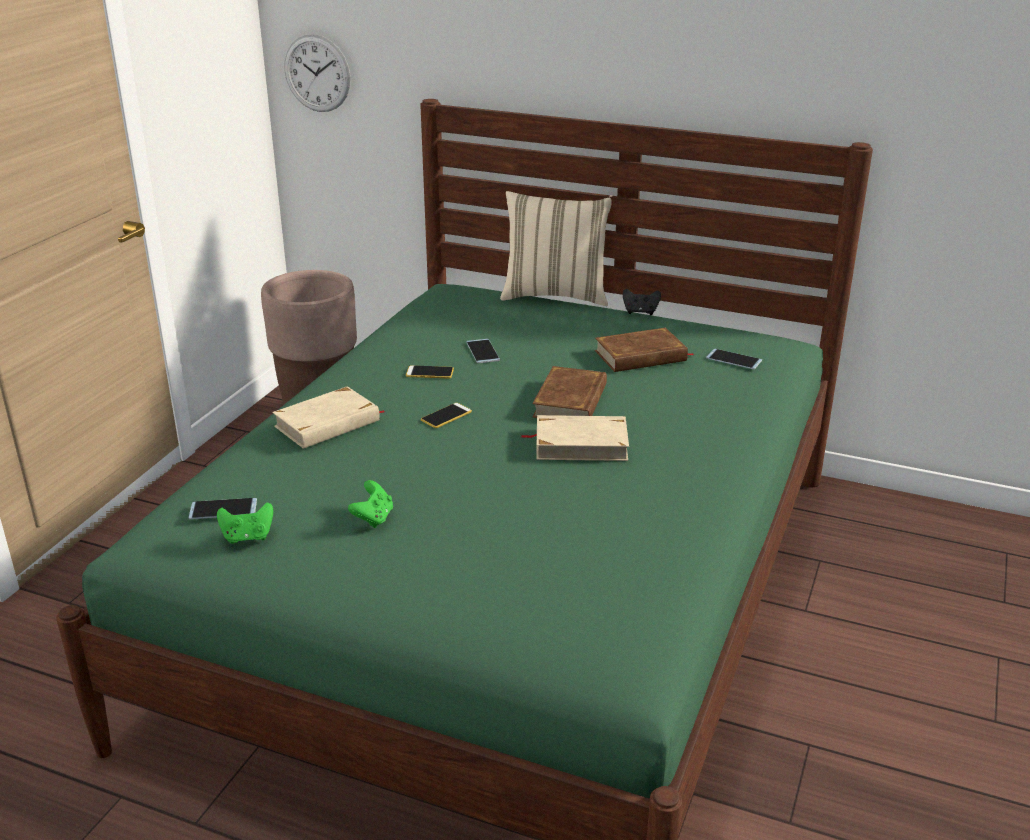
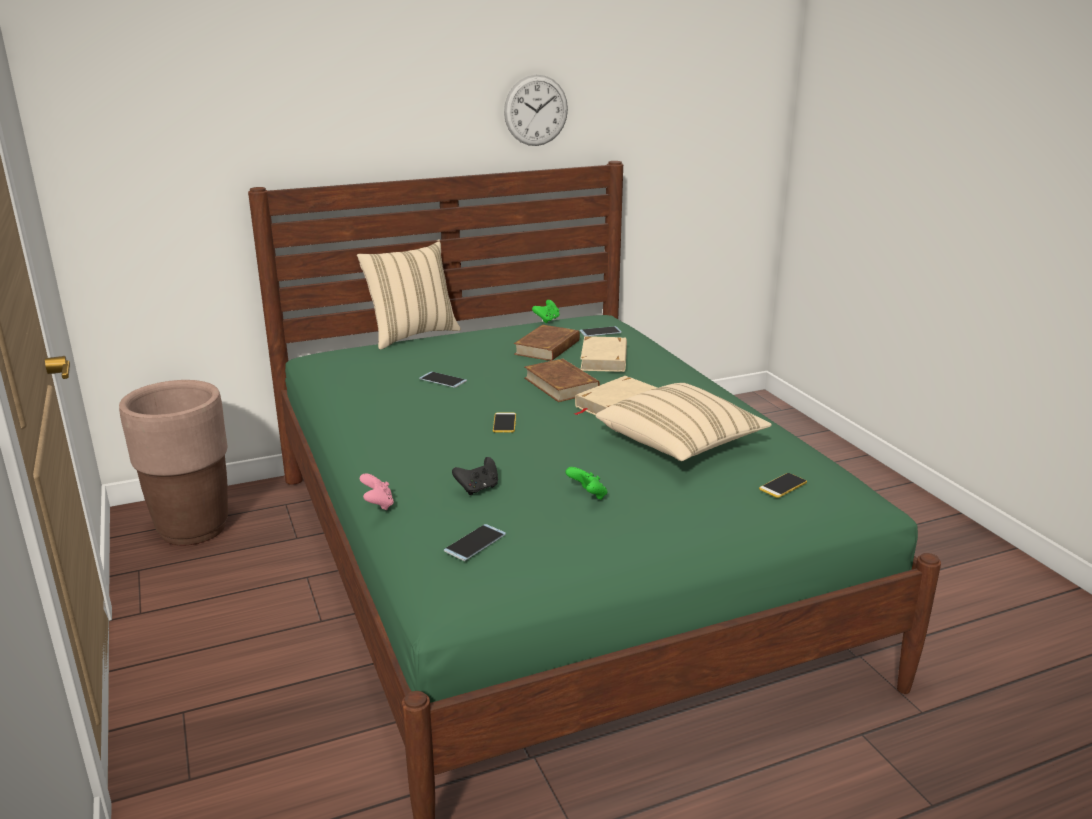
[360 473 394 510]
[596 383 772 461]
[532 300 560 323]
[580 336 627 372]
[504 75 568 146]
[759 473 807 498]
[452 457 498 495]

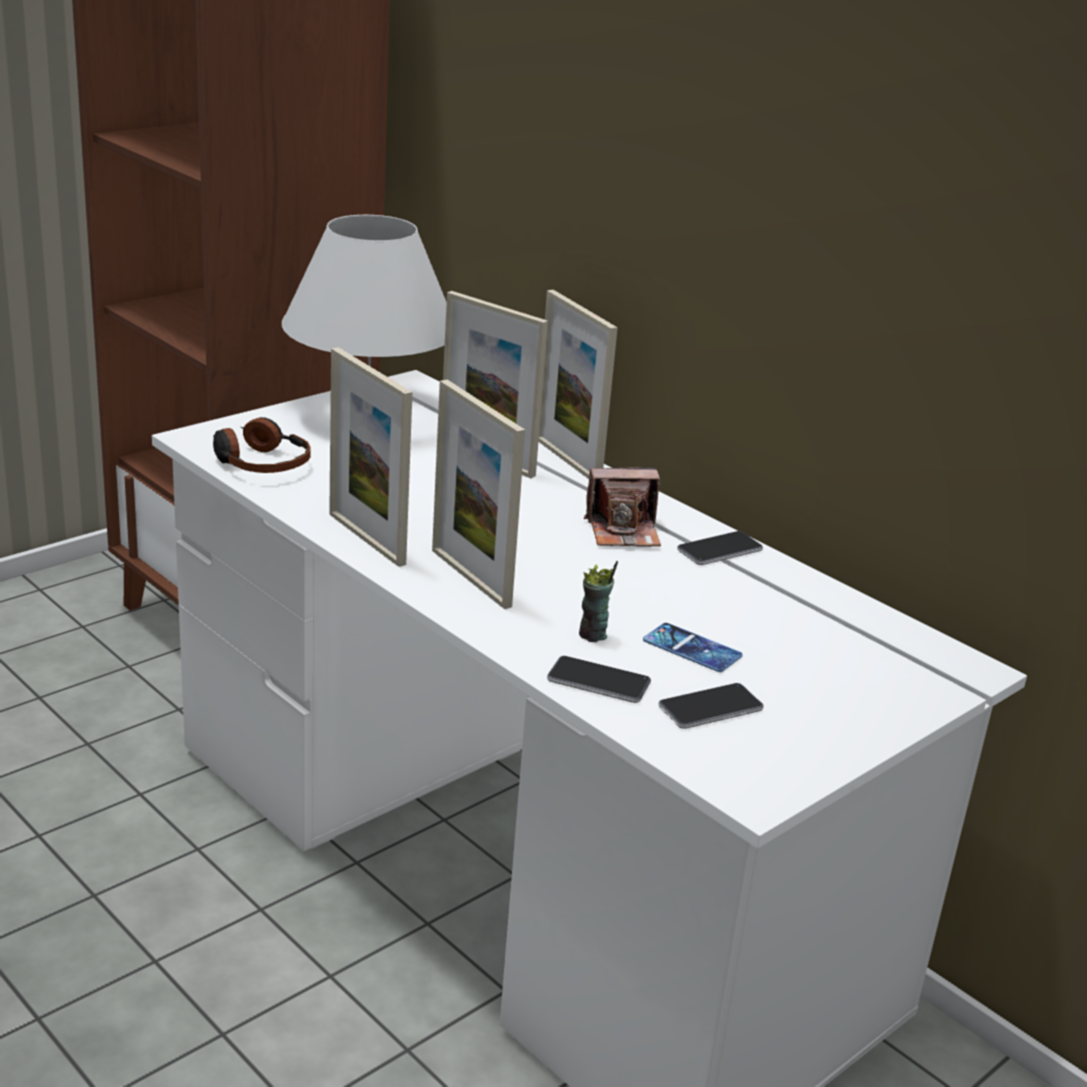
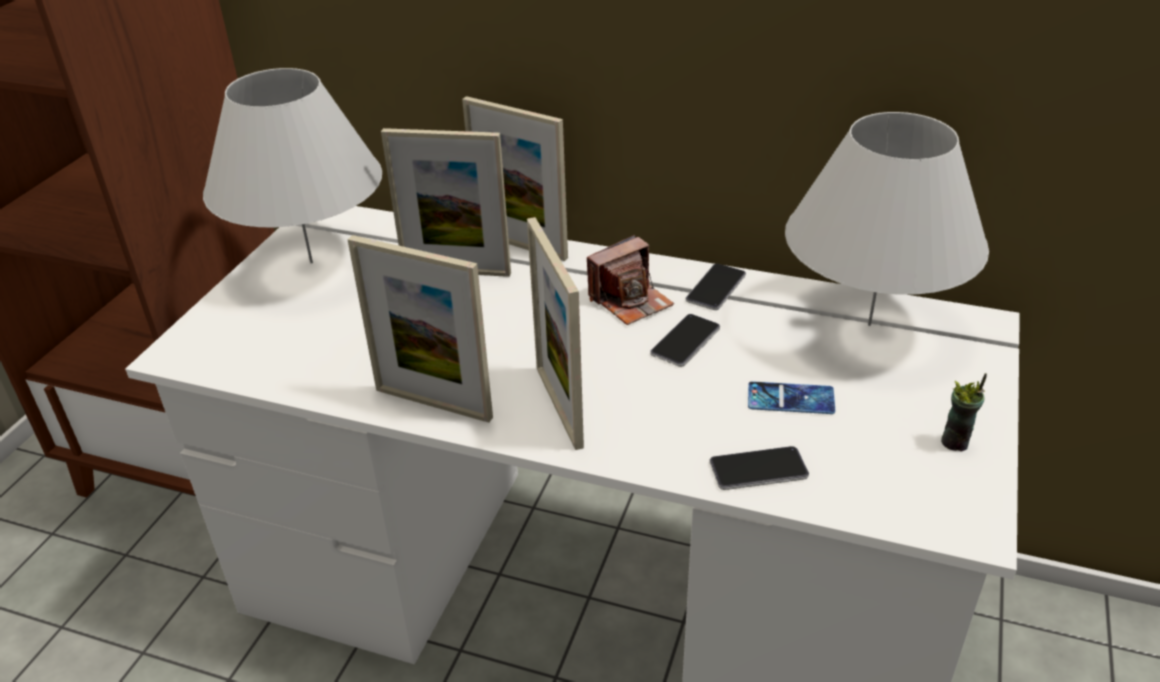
[213 417 311 473] (first image)
[785 112 989 326]
[941 373 987 452]
[650 314 720 367]
[527 217 584 450]

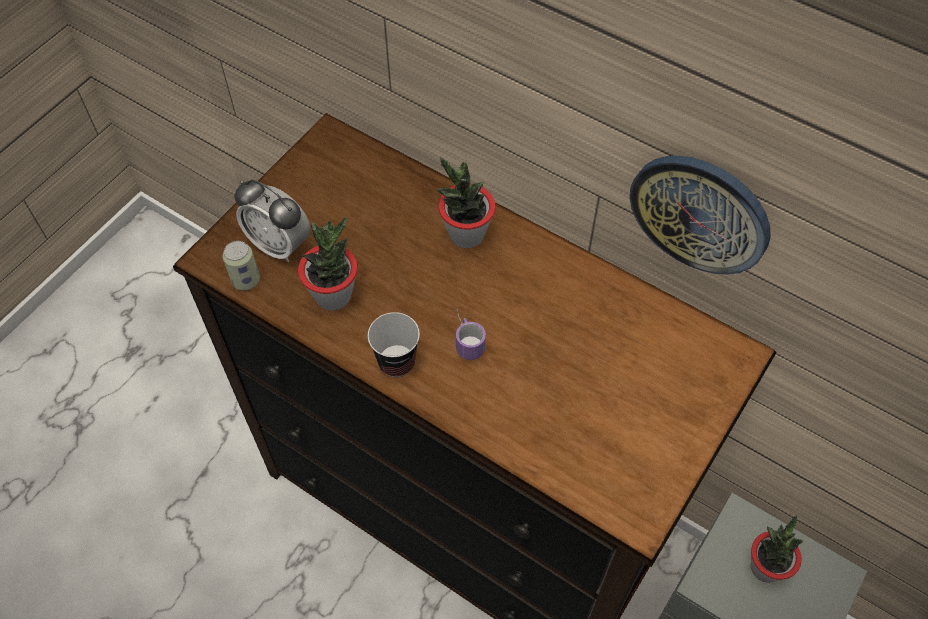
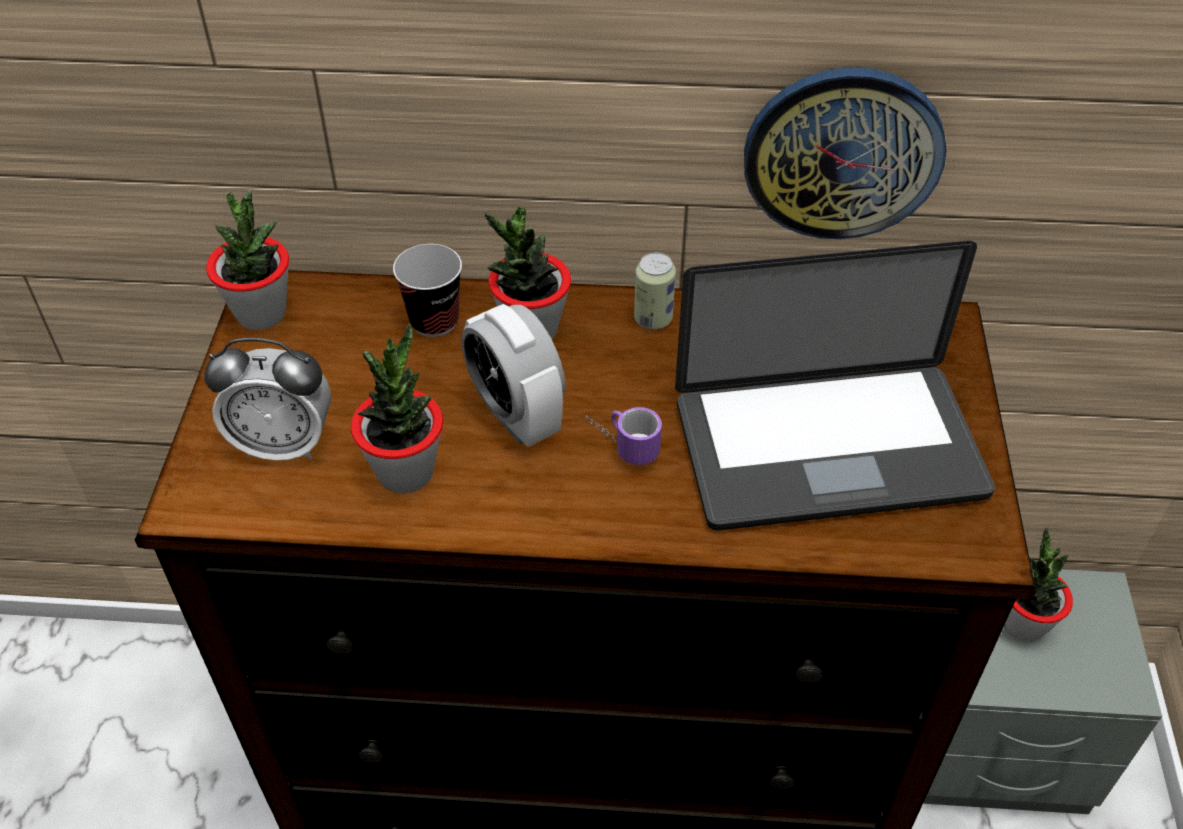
[206 190 289 330]
[461 304 565 447]
[675 240 995 530]
[634 253 676 329]
[393 244 462 337]

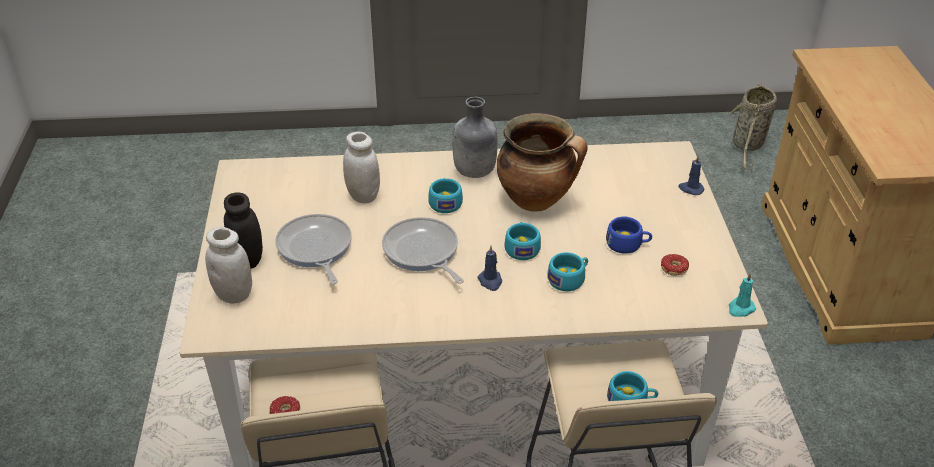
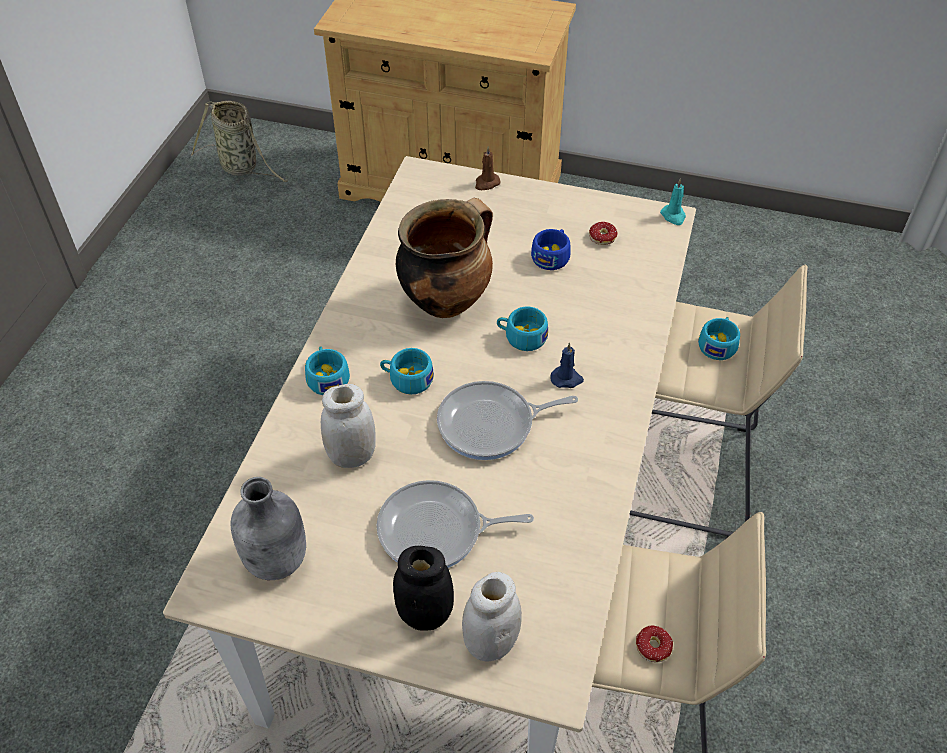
[230 477 306 580]
[305 346 350 395]
[475 146 501 190]

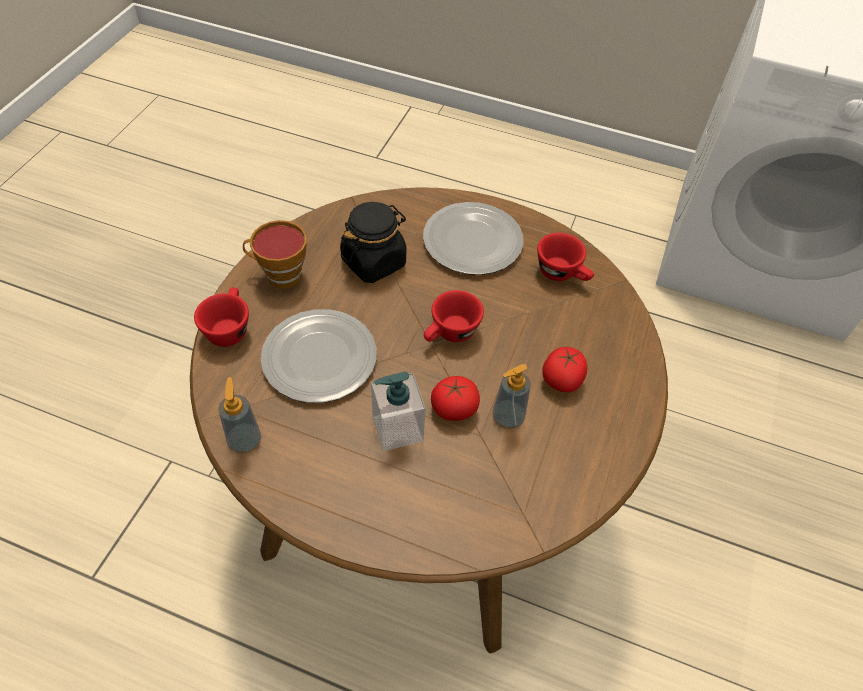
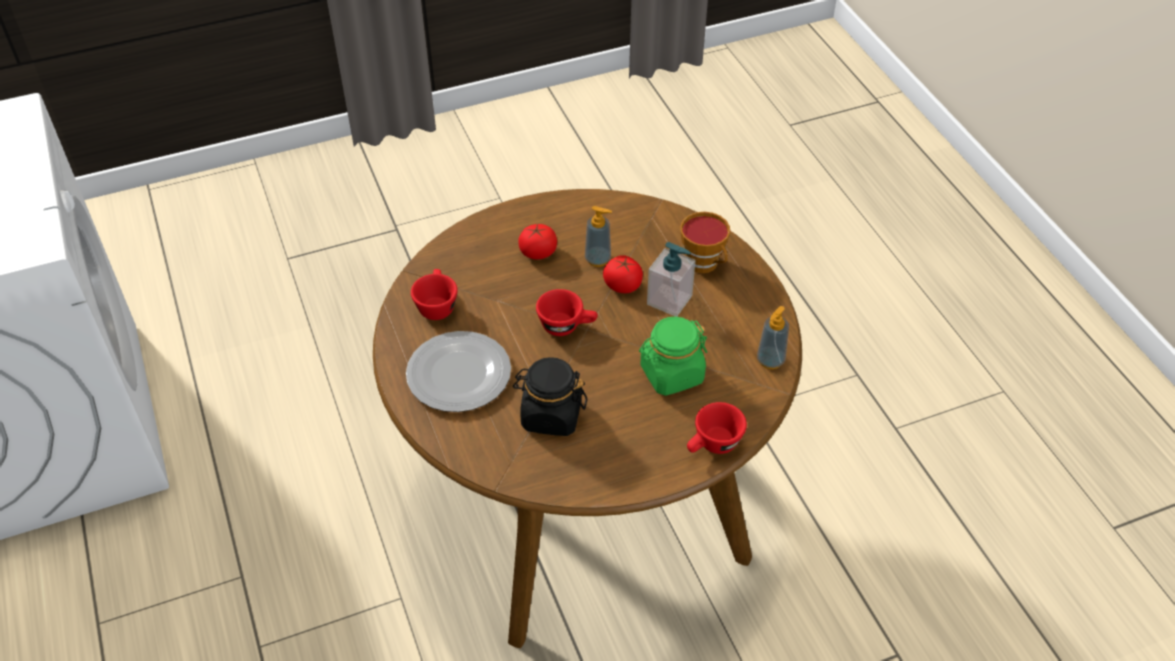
[680 212 730 273]
[639 317 707 396]

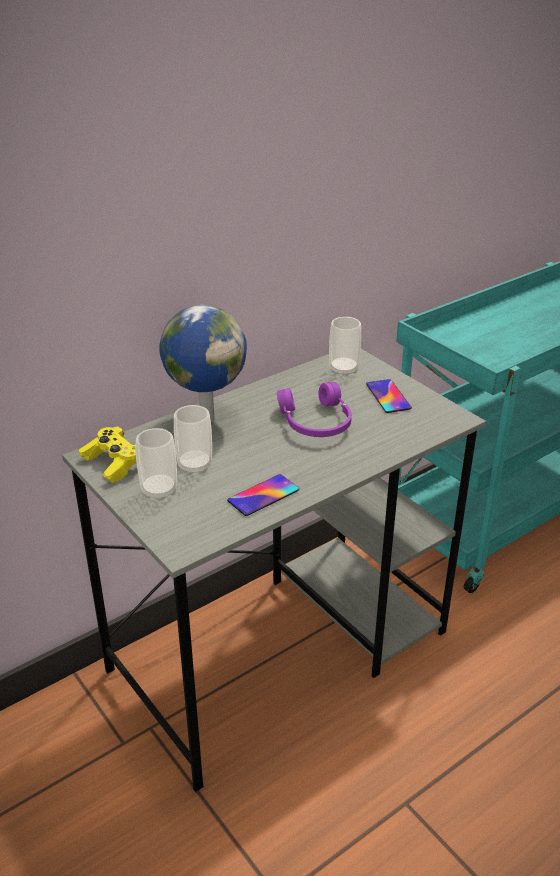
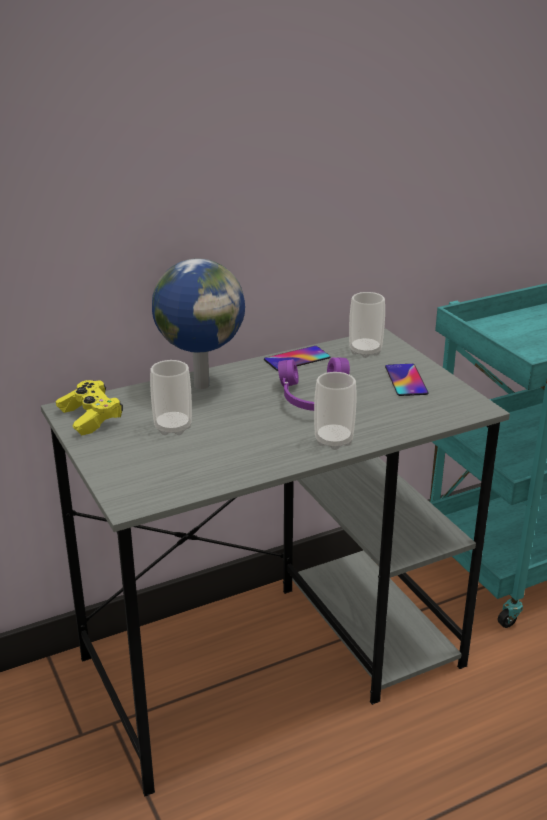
[314 372 356 450]
[264 346 330 371]

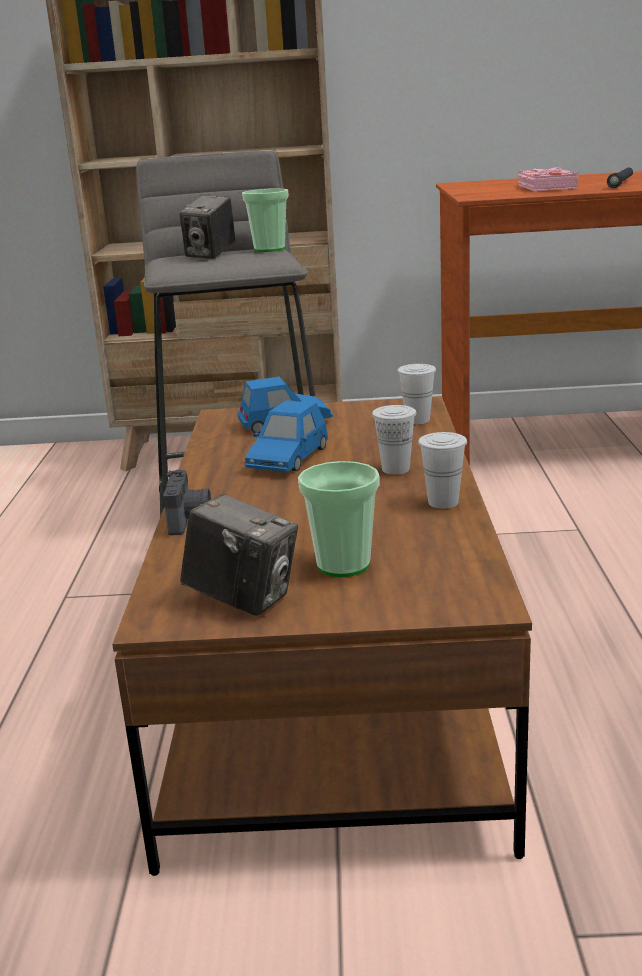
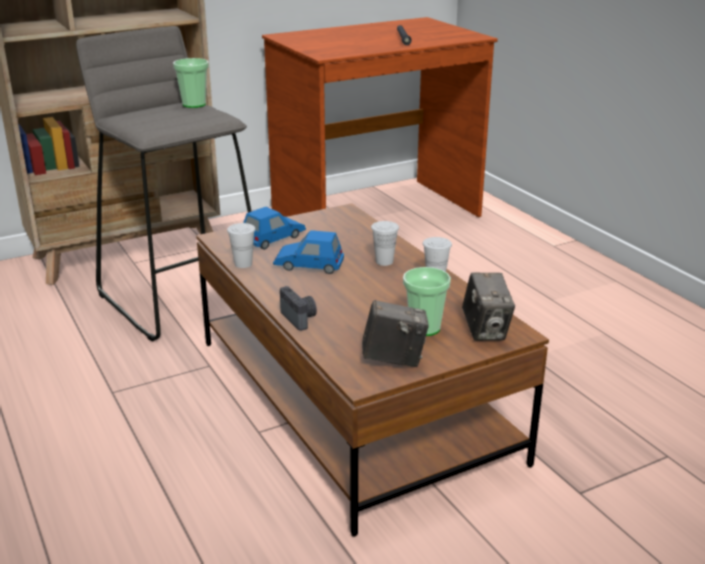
[518 167 579 191] (first image)
[462 273 515 341]
[227 223 255 268]
[273 230 344 274]

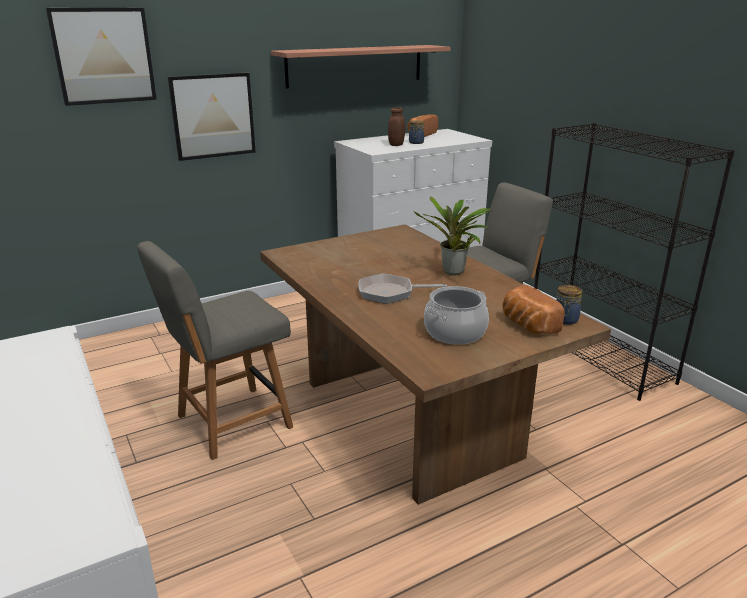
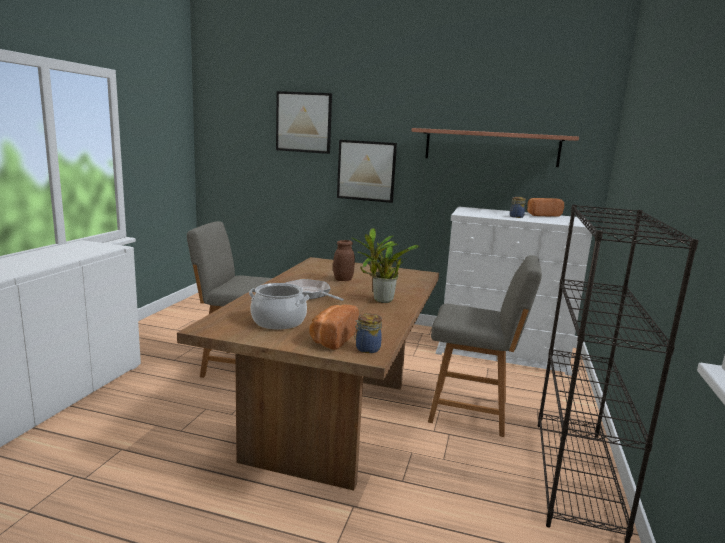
[333 240 355 281]

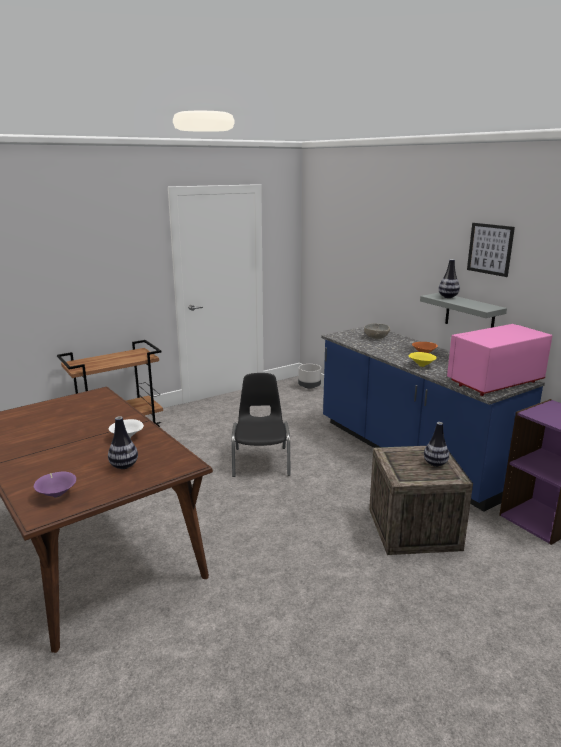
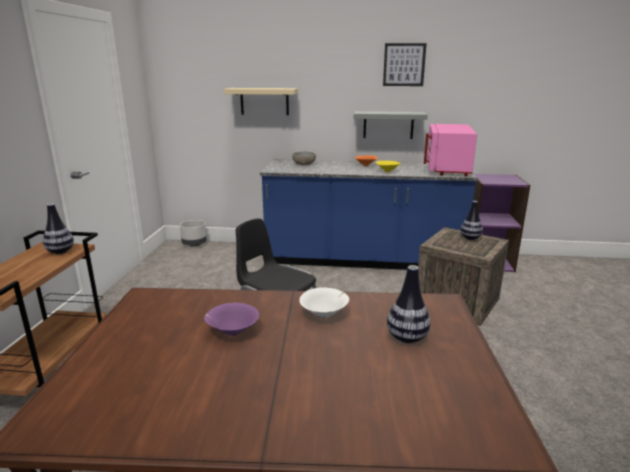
[223 88 298 115]
[204 303 259 336]
[43 204 74 254]

